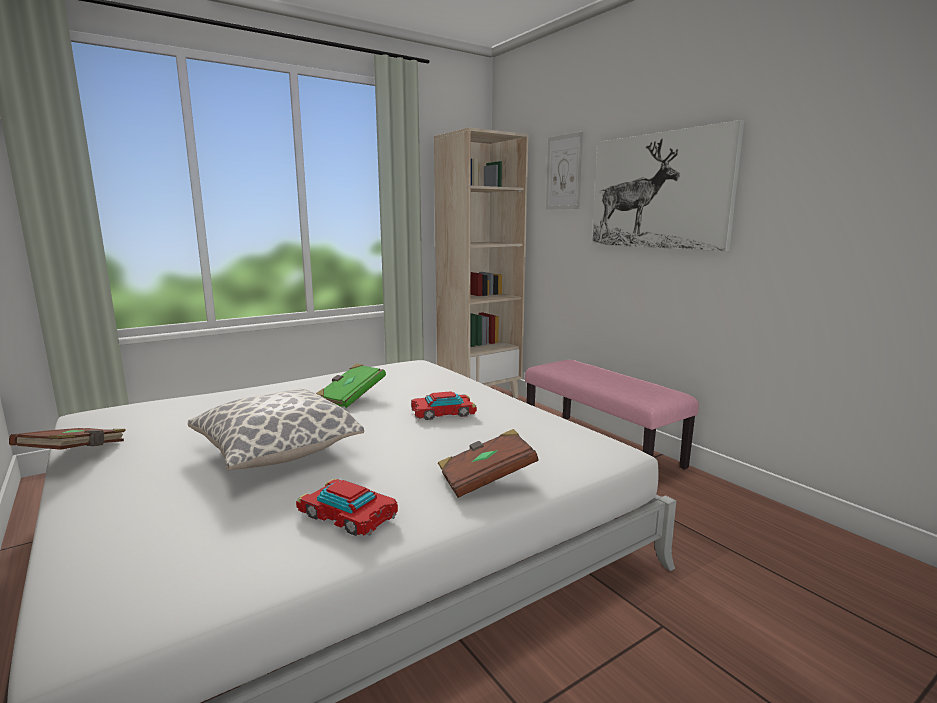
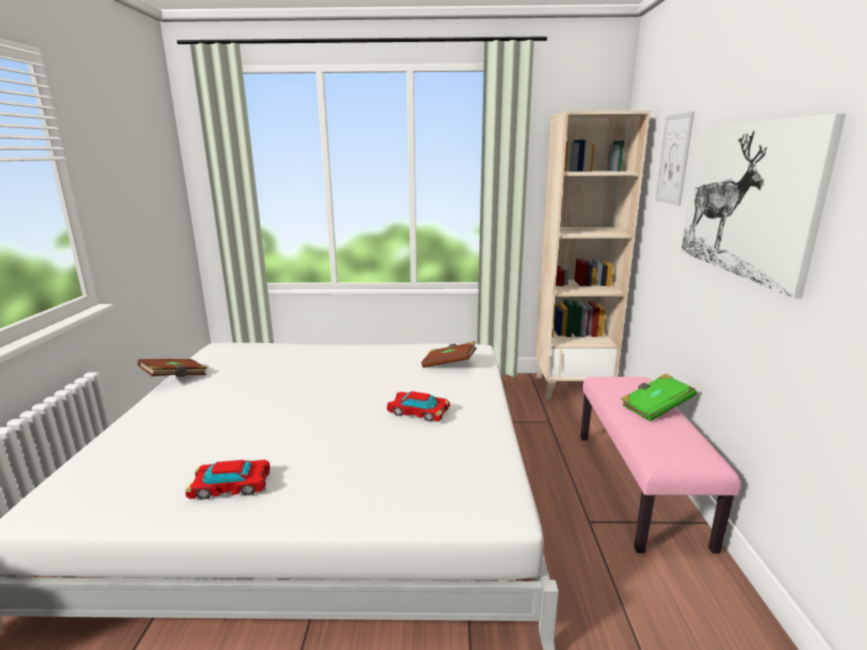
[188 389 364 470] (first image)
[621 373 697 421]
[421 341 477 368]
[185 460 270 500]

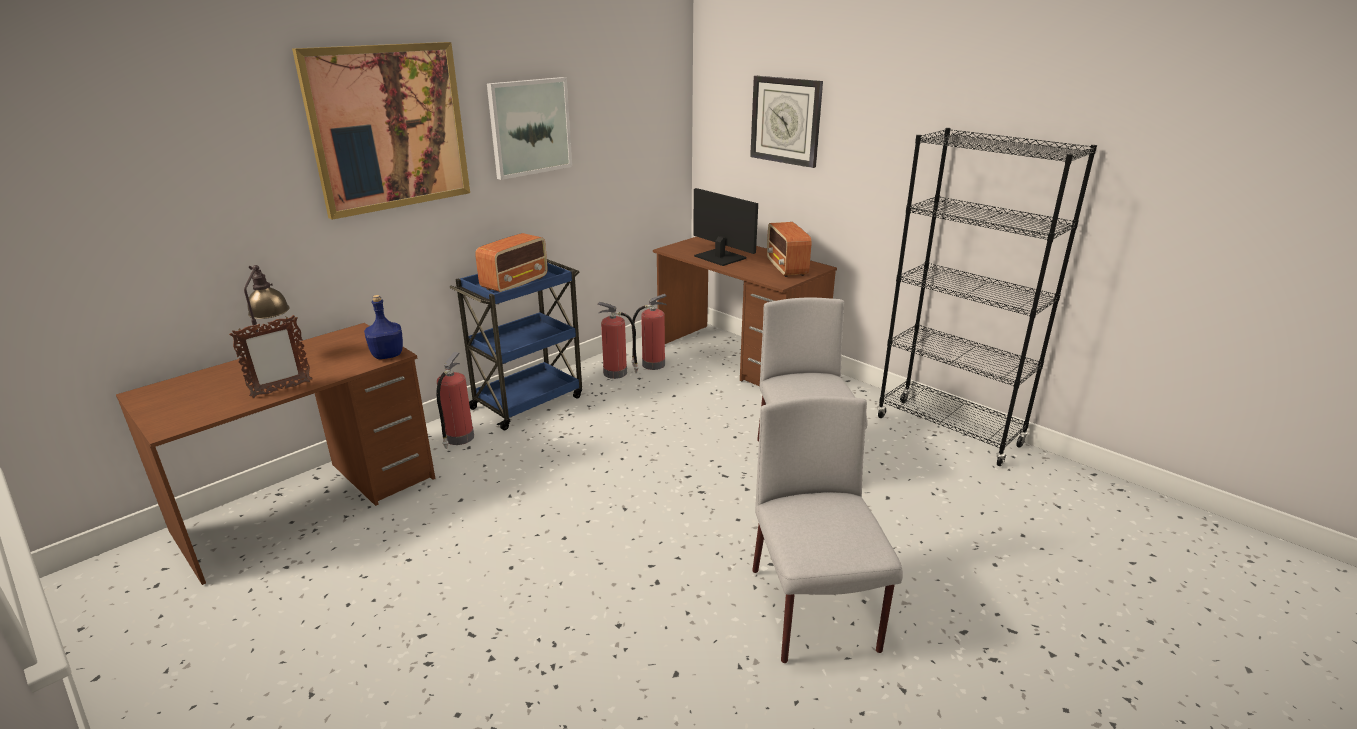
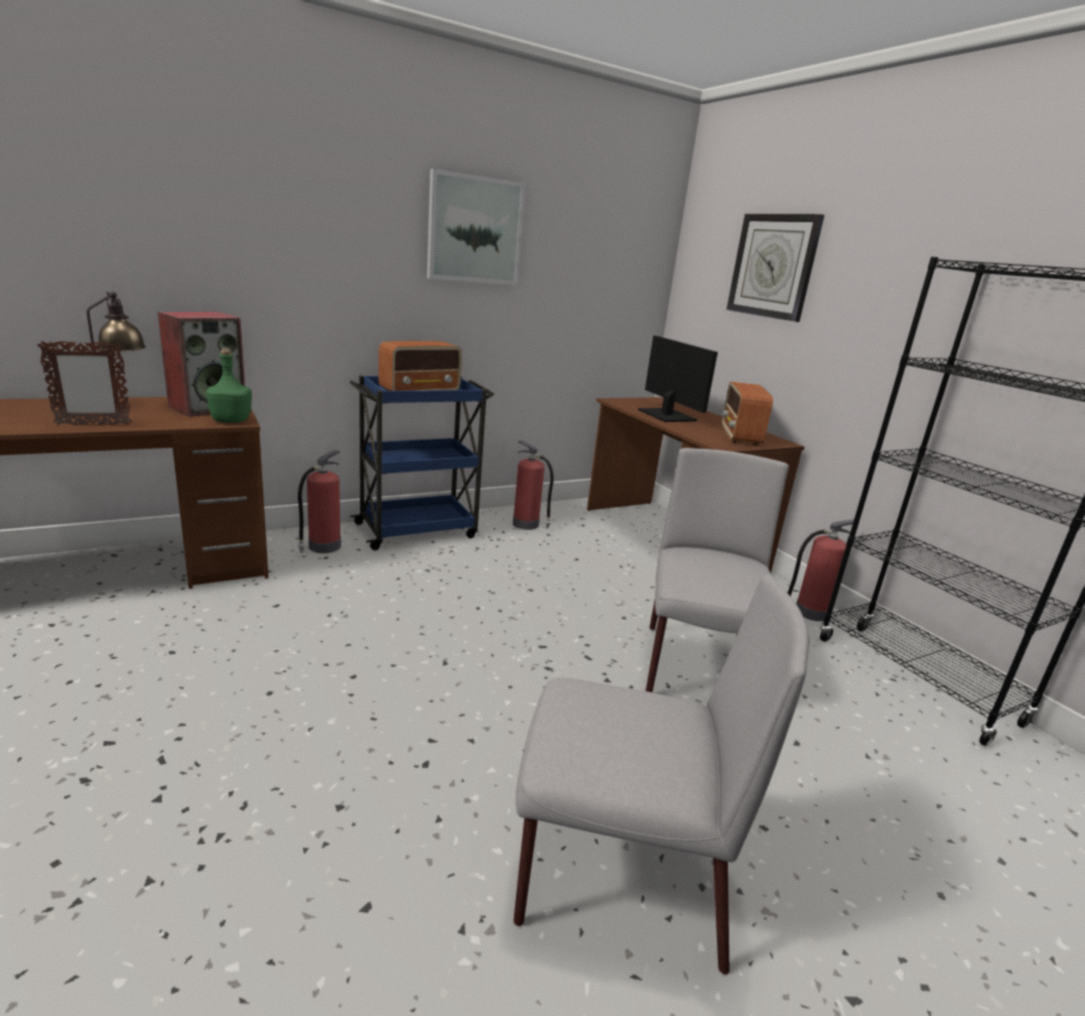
[292 42 470 220] (first image)
[158 312 245 417]
[788 519 854 621]
[206 348 252 423]
[514 574 810 974]

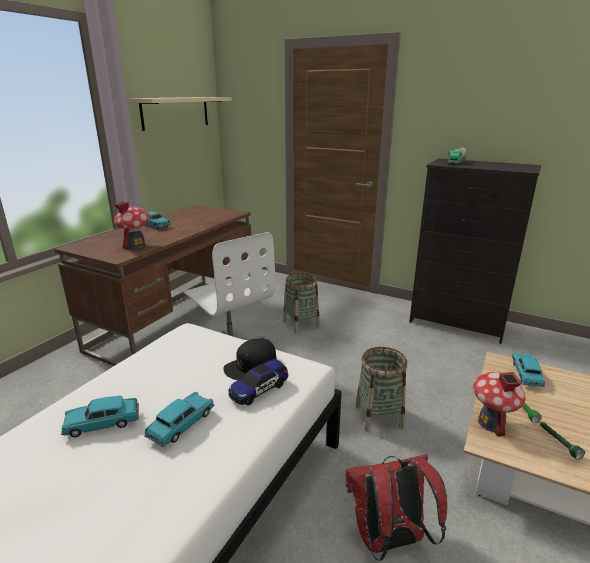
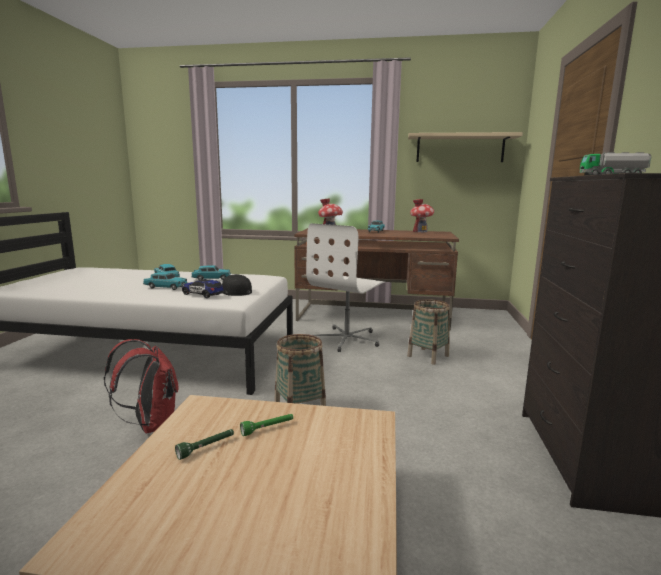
[410 199 434 232]
[191 265 231 280]

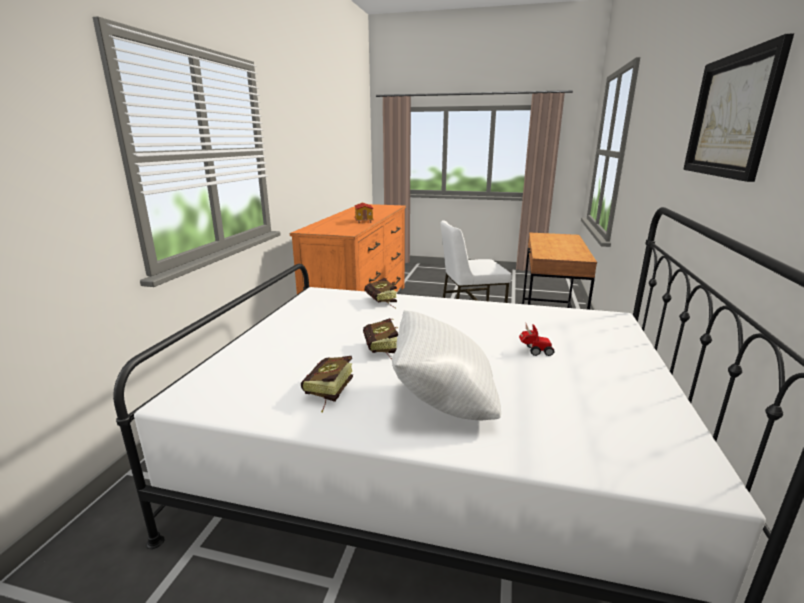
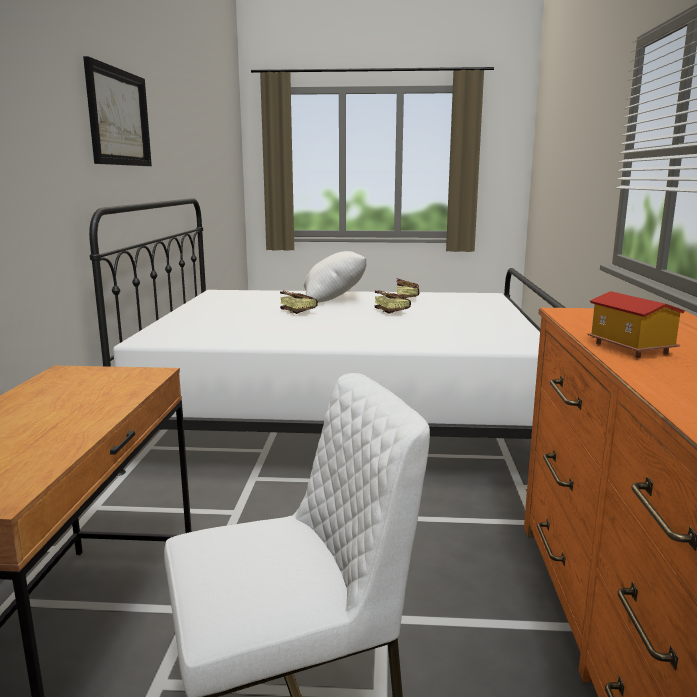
[519 322 555 356] (first image)
[280 291 318 314]

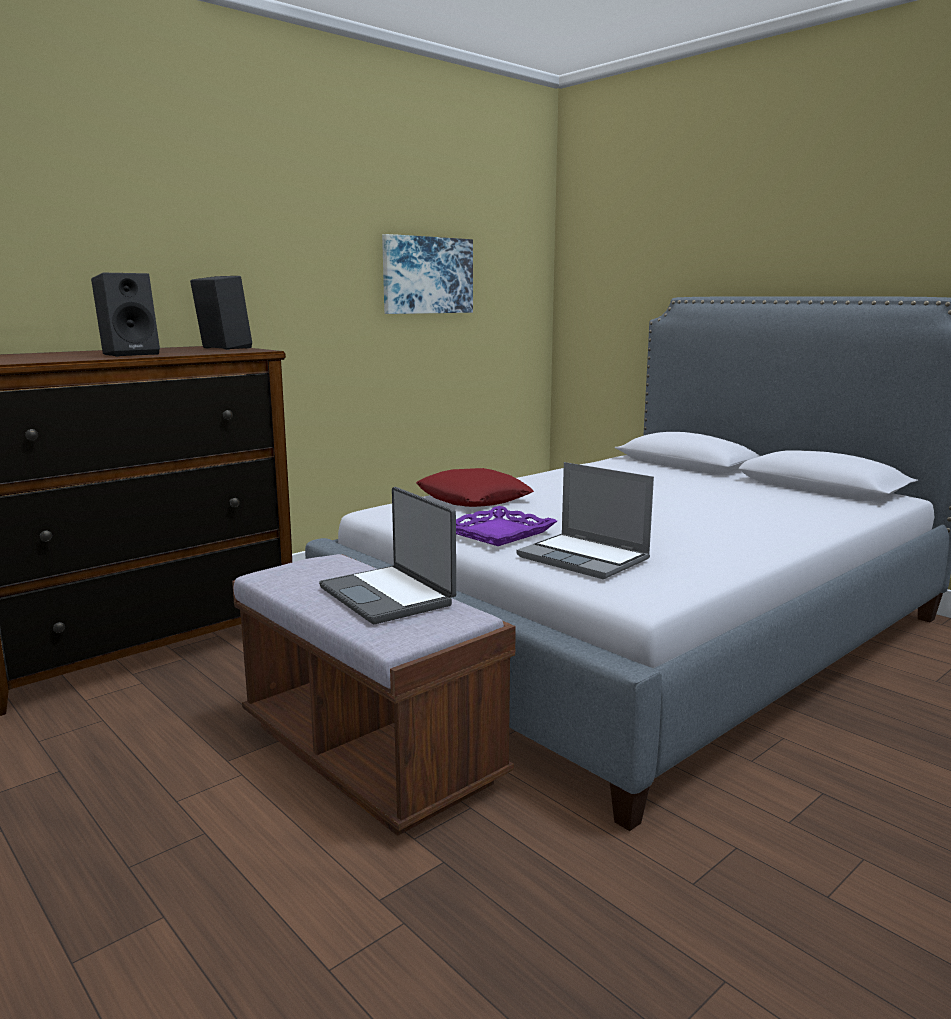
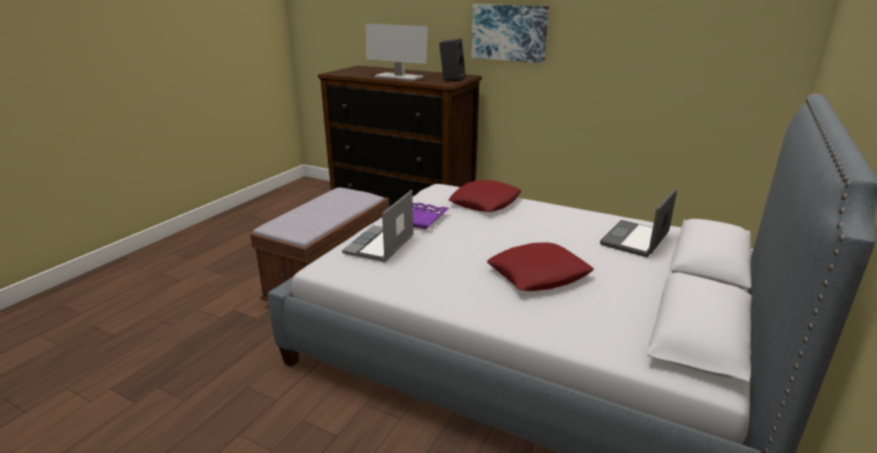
[487 242 594 291]
[600 188 677 257]
[471 4 549 63]
[366 24 428 81]

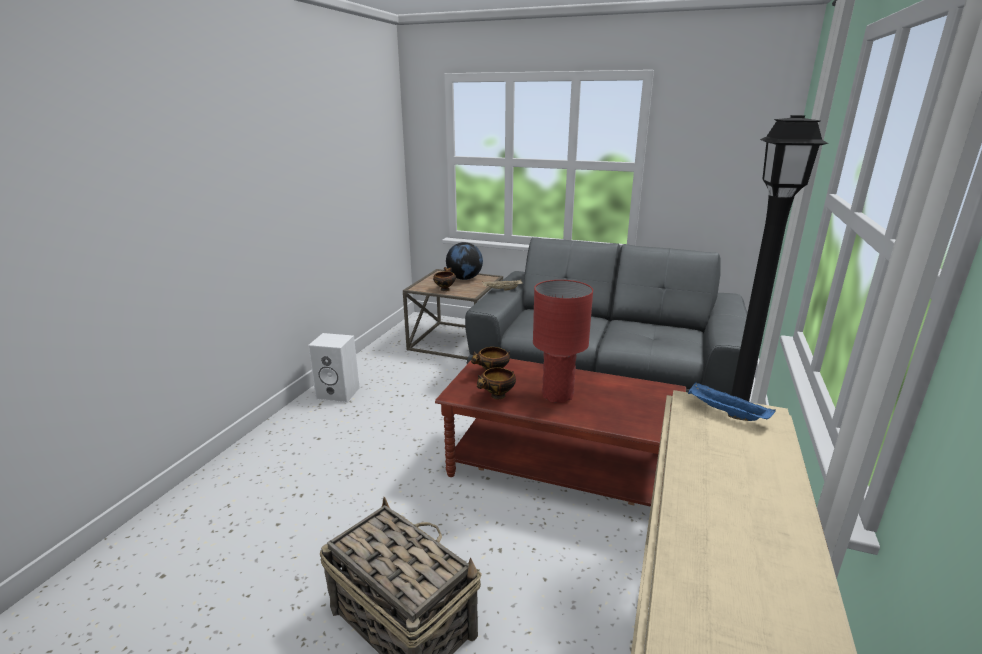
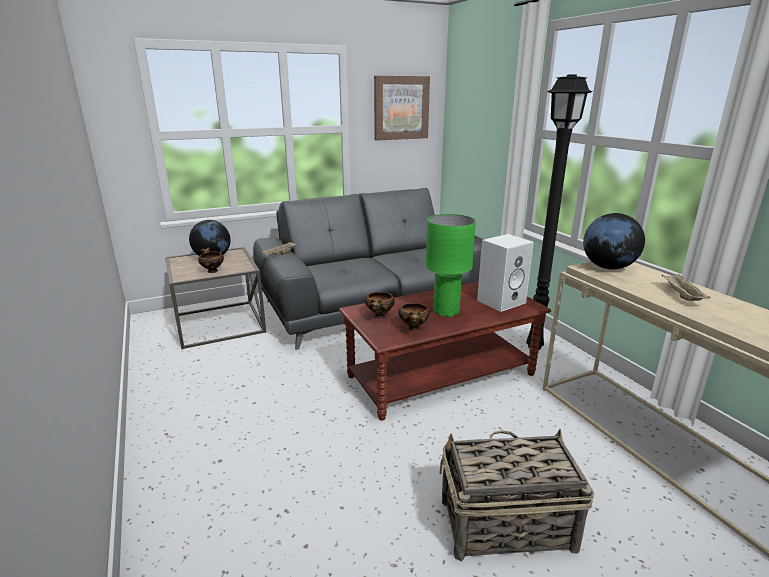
[374 76 430 141]
[662 274 710 301]
[477 234 534 312]
[583 213 645 270]
[426 214 476 317]

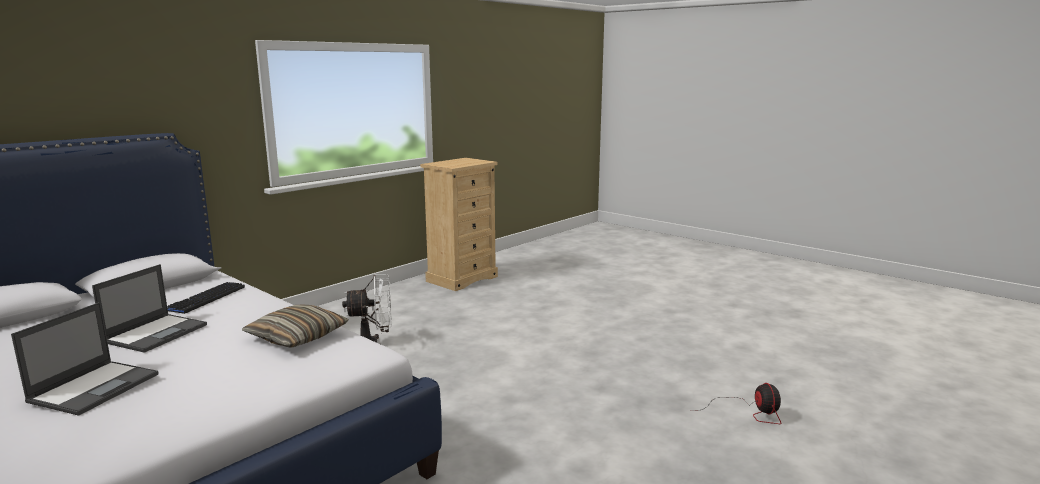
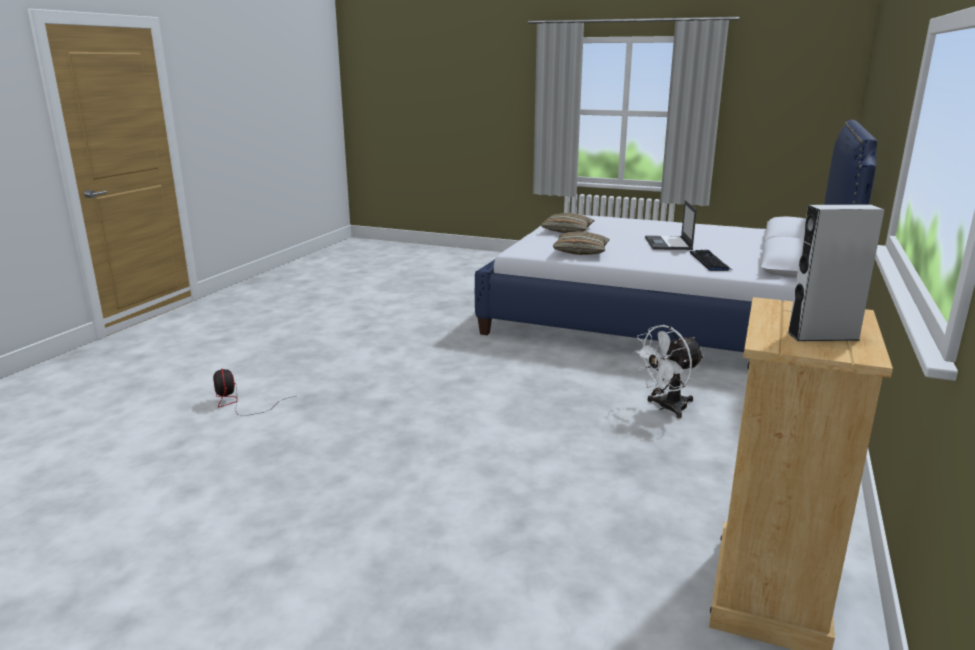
[11 302 159 416] (first image)
[541 213 595 233]
[787 204 885 341]

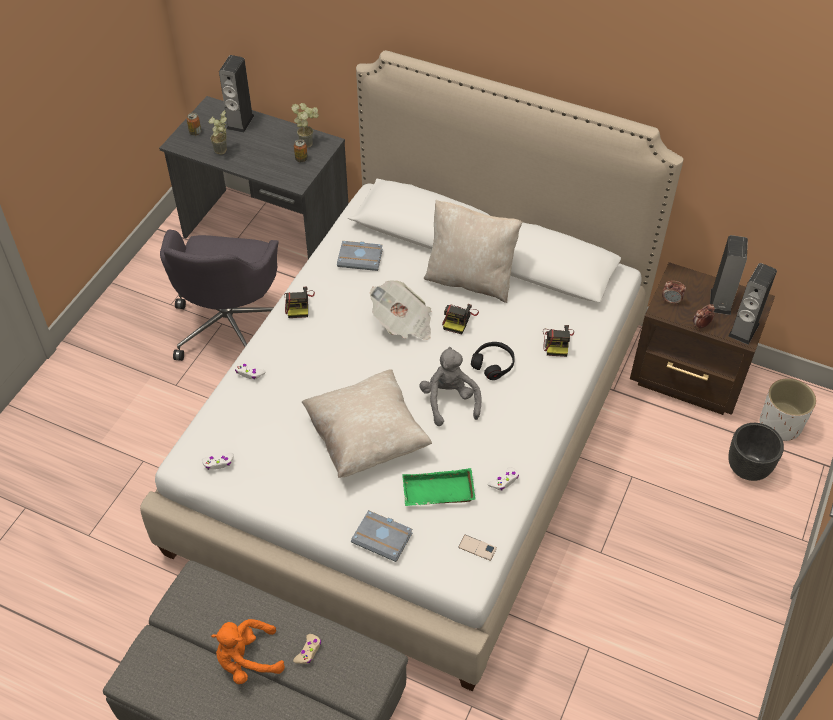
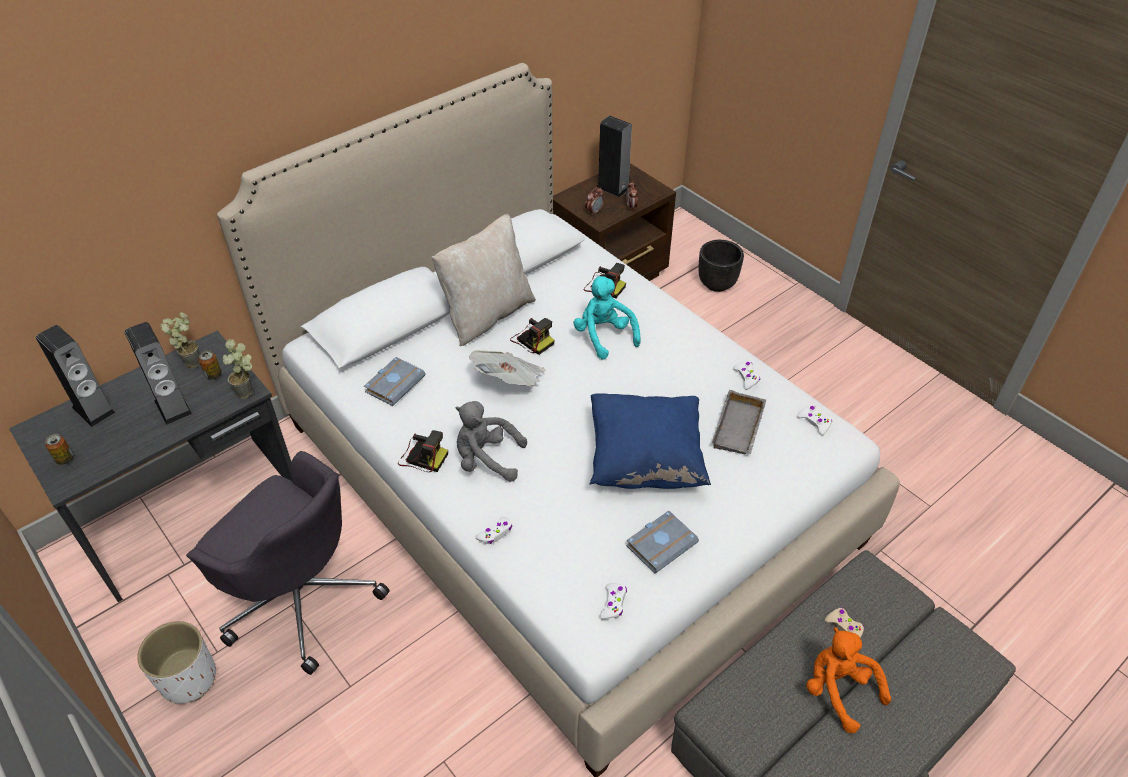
[223 339 252 399]
[626 511 699 574]
[455 401 527 482]
[125 322 192 425]
[137 621 216 704]
[797 405 832 435]
[573 276 641 360]
[590 393 711 489]
[712 390 766 454]
[806 627 891 733]

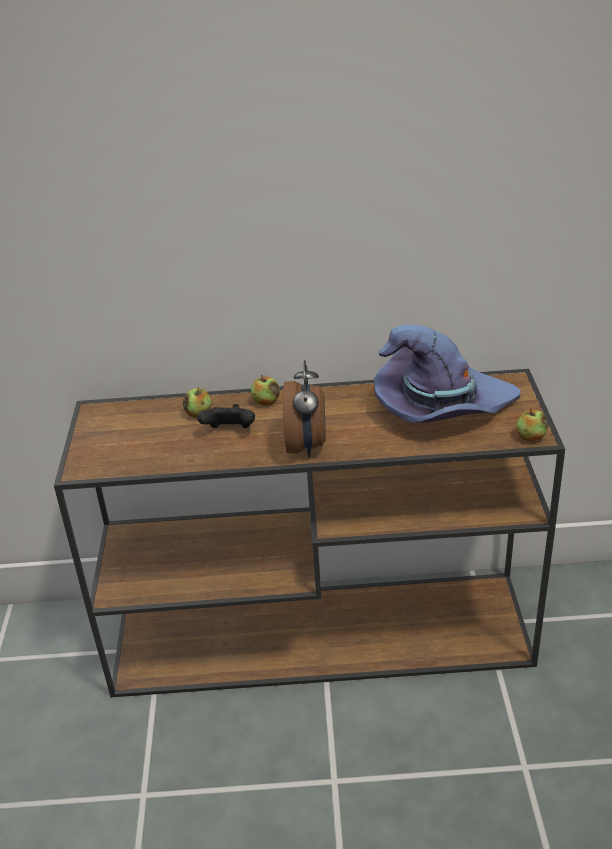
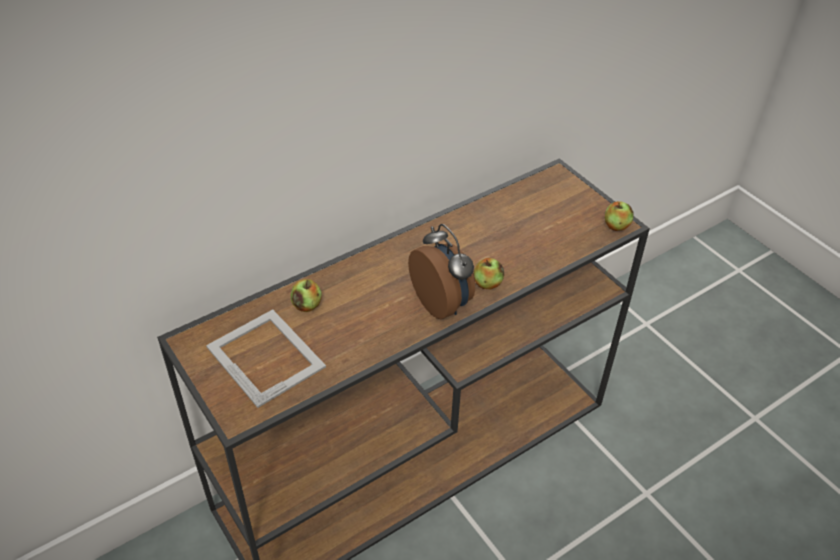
[197 404 255 428] (first image)
[374 325 521 423] (first image)
[206 309 326 408]
[474 258 504 289]

